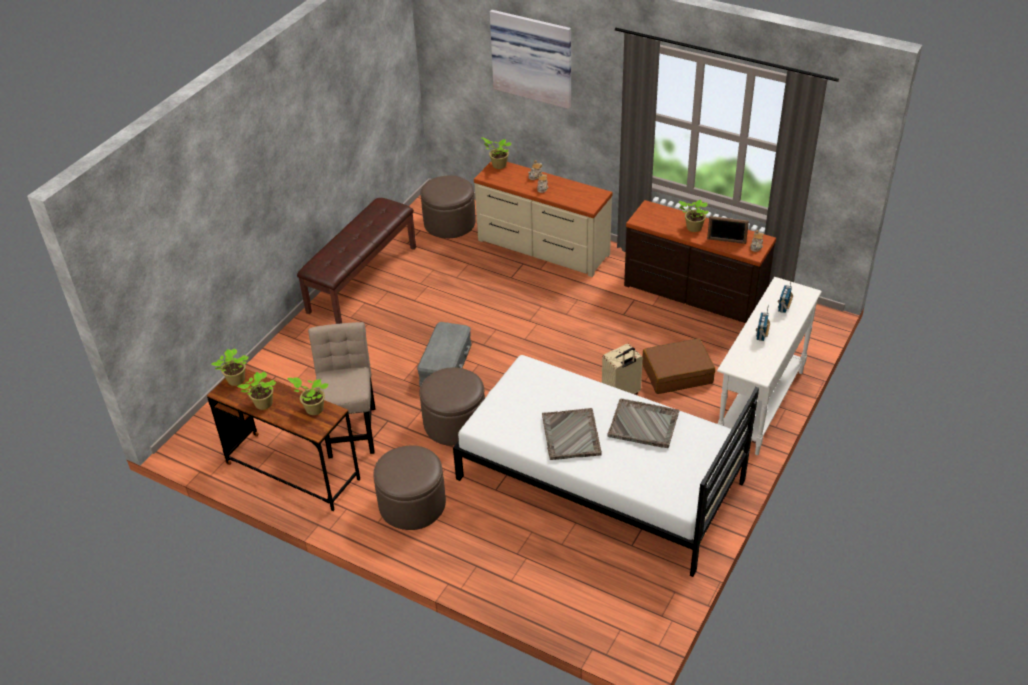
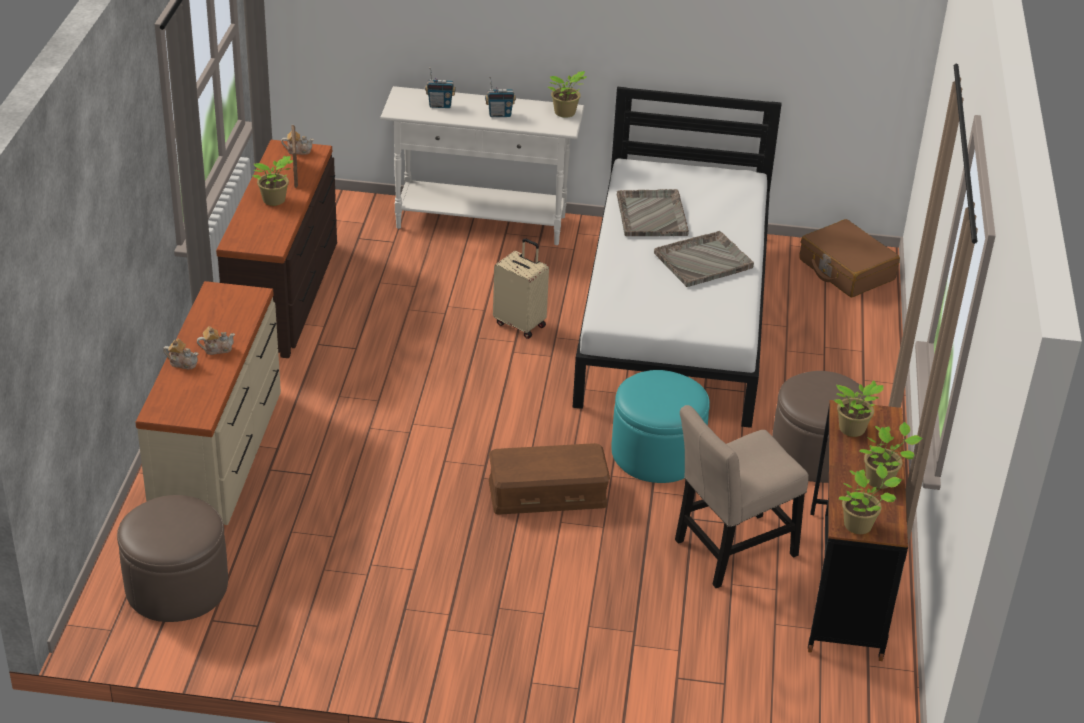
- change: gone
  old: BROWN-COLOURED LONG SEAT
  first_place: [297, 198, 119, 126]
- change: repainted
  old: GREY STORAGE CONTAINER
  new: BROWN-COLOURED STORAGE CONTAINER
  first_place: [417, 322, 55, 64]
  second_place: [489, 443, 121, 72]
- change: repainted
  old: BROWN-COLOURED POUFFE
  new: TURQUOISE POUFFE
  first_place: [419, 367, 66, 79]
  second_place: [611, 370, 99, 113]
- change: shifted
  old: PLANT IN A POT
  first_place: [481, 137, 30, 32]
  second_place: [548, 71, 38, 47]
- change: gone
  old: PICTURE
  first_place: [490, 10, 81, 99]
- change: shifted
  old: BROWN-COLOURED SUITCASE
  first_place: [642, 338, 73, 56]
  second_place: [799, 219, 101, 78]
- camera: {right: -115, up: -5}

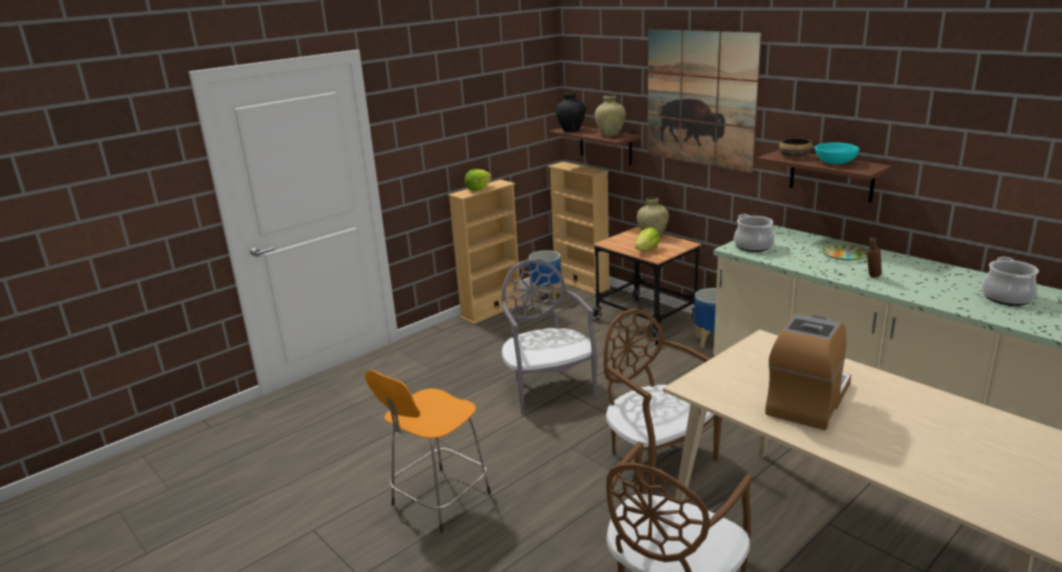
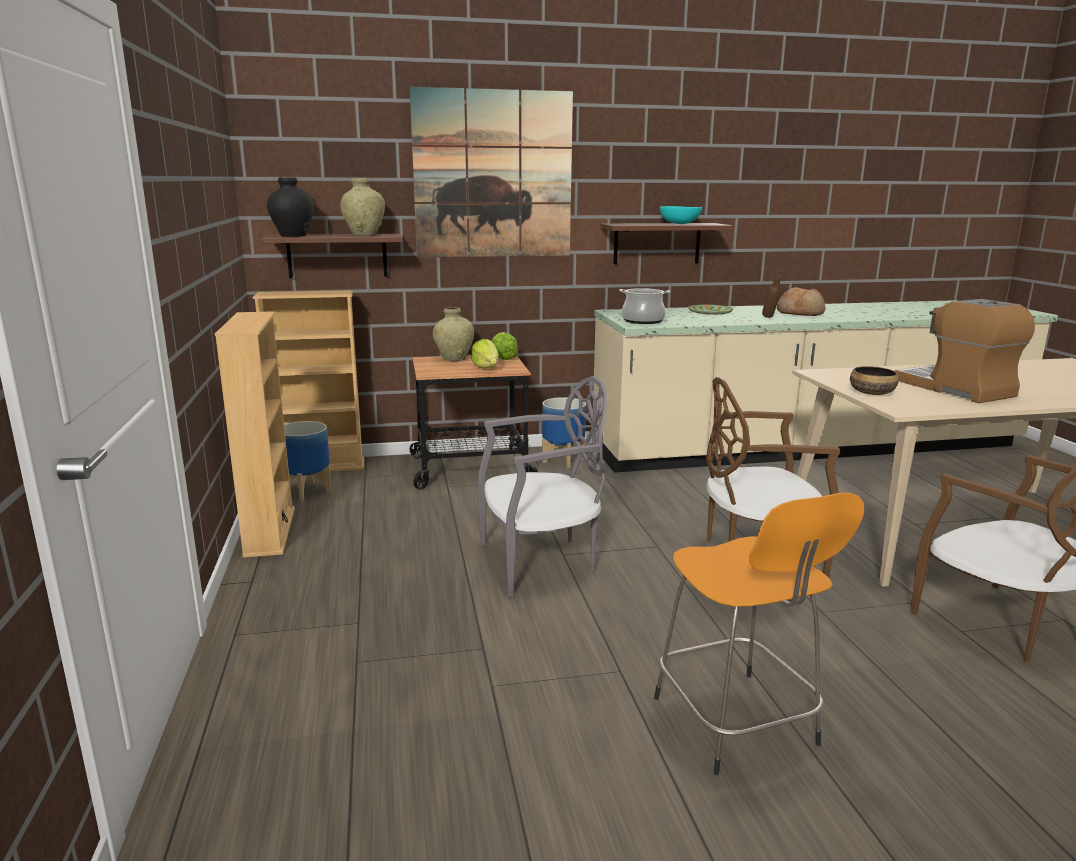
- change: shifted
  old: LETTUCE HEAD
  first_place: [465, 169, 27, 22]
  second_place: [492, 332, 26, 28]
- change: rotated
  old: GREY PLAIN CHAIR
  first_place: [502, 259, 95, 155]
  second_place: [477, 376, 130, 220]
  degrees: 150
- change: shifted
  old: SERVING BOWL
  first_place: [779, 138, 33, 20]
  second_place: [850, 366, 49, 29]
- change: gone
  old: COOKING POT
  first_place: [982, 257, 57, 49]
- change: new
  new: BAKED BREAD
  second_place: [777, 287, 49, 29]
- camera: {right: -60, up: -5}

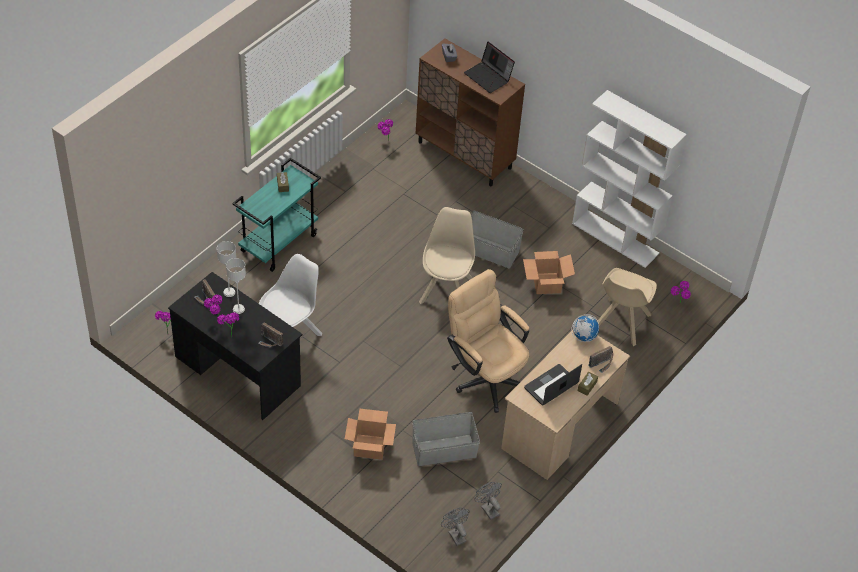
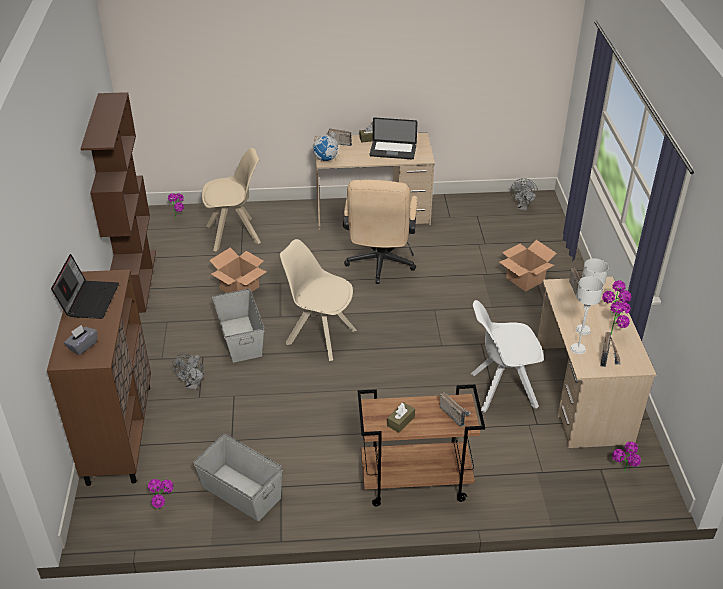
- change: repainted
  old: BLACK DESK UNIT
  new: BEIGE-COLOURED DESK UNIT
  first_place: [168, 272, 134, 148]
  second_place: [537, 277, 120, 171]
- change: repainted
  old: TURQUOISE WHEELED CART
  new: BROWN-COLOURED WHEELED CART
  first_place: [232, 158, 89, 114]
  second_place: [358, 385, 127, 121]
- change: shifted
  old: GREY STORAGE CONTAINER
  first_place: [413, 412, 67, 54]
  second_place: [193, 434, 90, 87]
- change: rotated
  old: BEIGE-COLOURED PLAIN CHAIR
  first_place: [419, 207, 56, 97]
  second_place: [280, 239, 77, 122]
  degrees: 60
- change: shifted
  old: GREY FAN
  first_place: [474, 482, 28, 38]
  second_place: [172, 354, 33, 36]
- change: repainted
  old: WHITE-COLOURED BOOKSHELF
  new: BROWN-COLOURED BOOKSHELF
  first_place: [572, 90, 115, 178]
  second_place: [80, 92, 76, 221]
- change: new
  new: RADIO
  second_place: [440, 392, 31, 35]
- camera: {right: -130, up: -10}

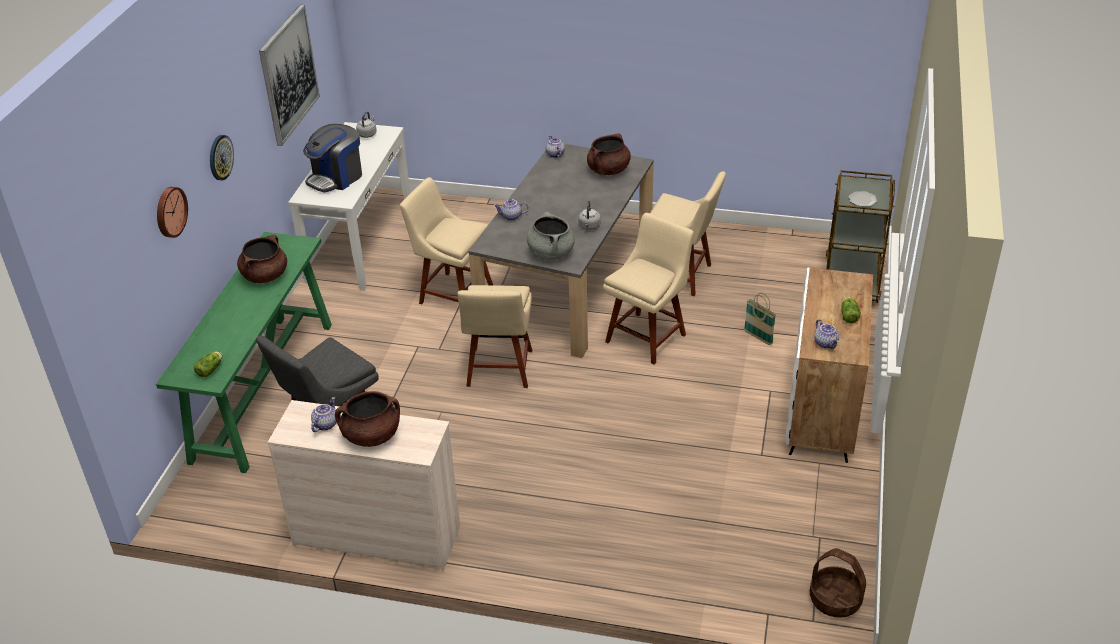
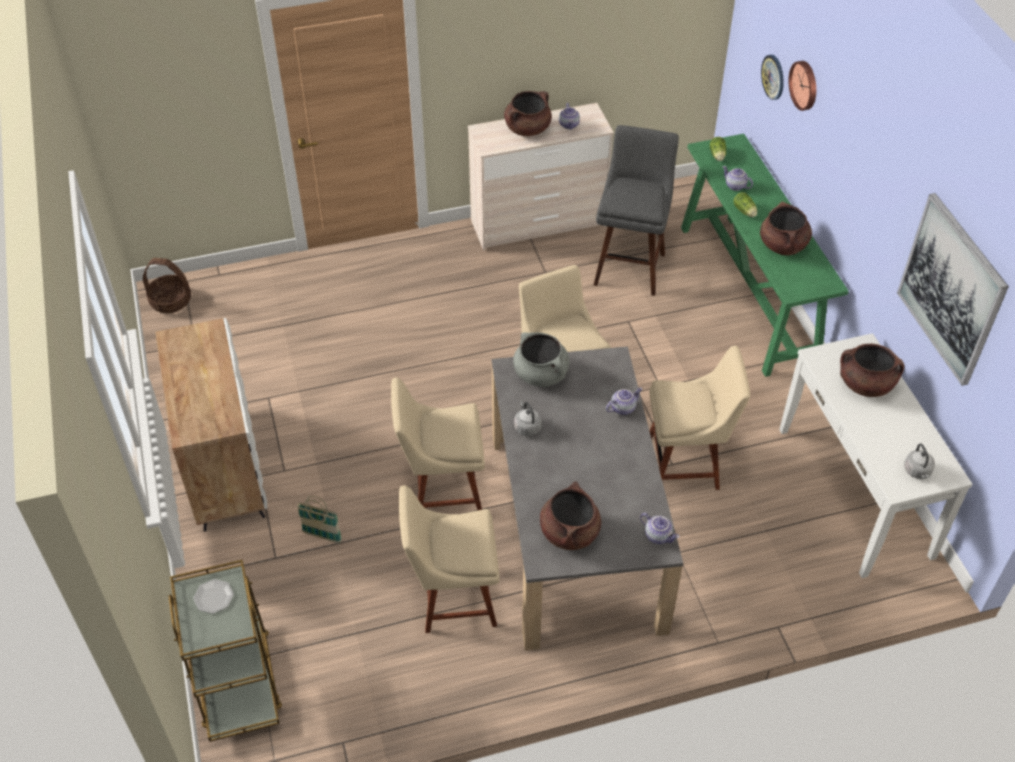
- change: shifted
  old: WALL CLOCK
  first_place: [210, 135, 24, 46]
  second_place: [761, 55, 23, 45]
- change: swapped
  old: COFFEE MAKER
  new: BROWN-COLOURED COOKING POT
  first_place: [303, 124, 59, 69]
  second_place: [840, 344, 64, 53]
- change: rotated
  old: BEIGE-COLOURED PLAIN CHAIR
  first_place: [603, 213, 91, 152]
  second_place: [391, 378, 94, 132]
  degrees: 75
- change: shifted
  old: POT FOR TEA
  first_place: [814, 319, 25, 30]
  second_place: [722, 166, 31, 25]
- change: shifted
  old: LETTUCE HEAD
  first_place: [841, 297, 20, 27]
  second_place: [734, 192, 23, 25]
- camera: {right: 150, up: 10}

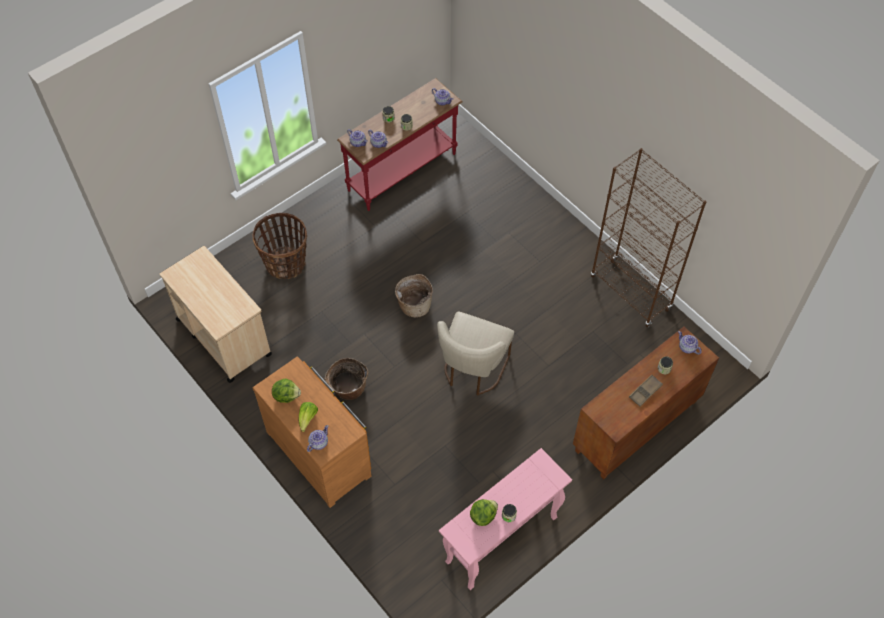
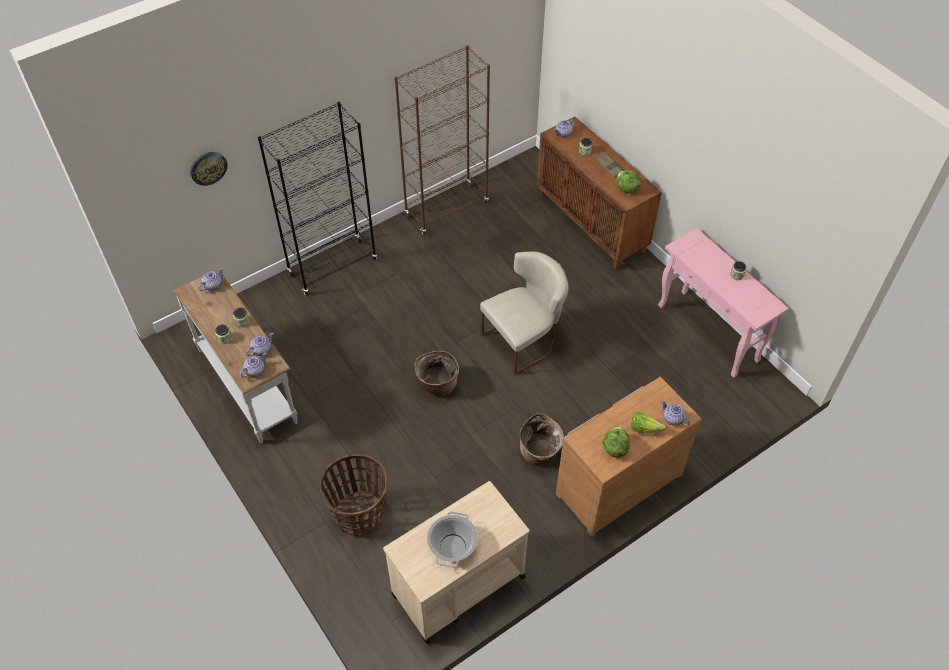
- change: repainted
  old: RED-COLOURED HALL TABLE
  new: WHITE-COLOURED HALL TABLE
  first_place: [337, 78, 126, 133]
  second_place: [173, 269, 125, 174]
- change: rotated
  old: BEIGE-COLOURED PLAIN CHAIR
  first_place: [437, 311, 77, 85]
  second_place: [480, 252, 89, 123]
  degrees: -60
- change: shifted
  old: LETTUCE HEAD
  first_place: [470, 499, 28, 27]
  second_place: [617, 170, 24, 23]
- change: new
  new: WALL CLOCK
  second_place: [190, 152, 38, 34]
- change: new
  new: BLACK BOOKSHELF
  second_place: [258, 102, 119, 193]
- change: new
  new: COOKING POT
  second_place: [427, 512, 51, 56]
- camera: {right: -85, up: -5}

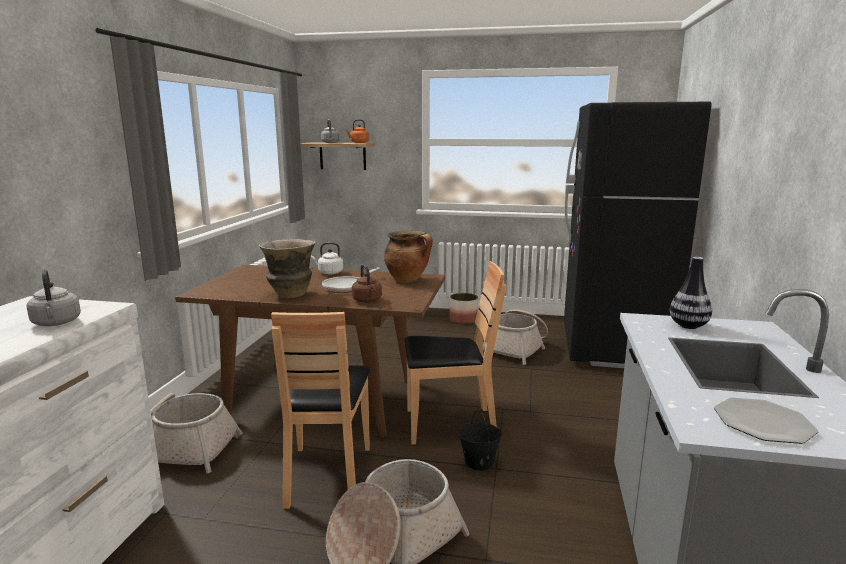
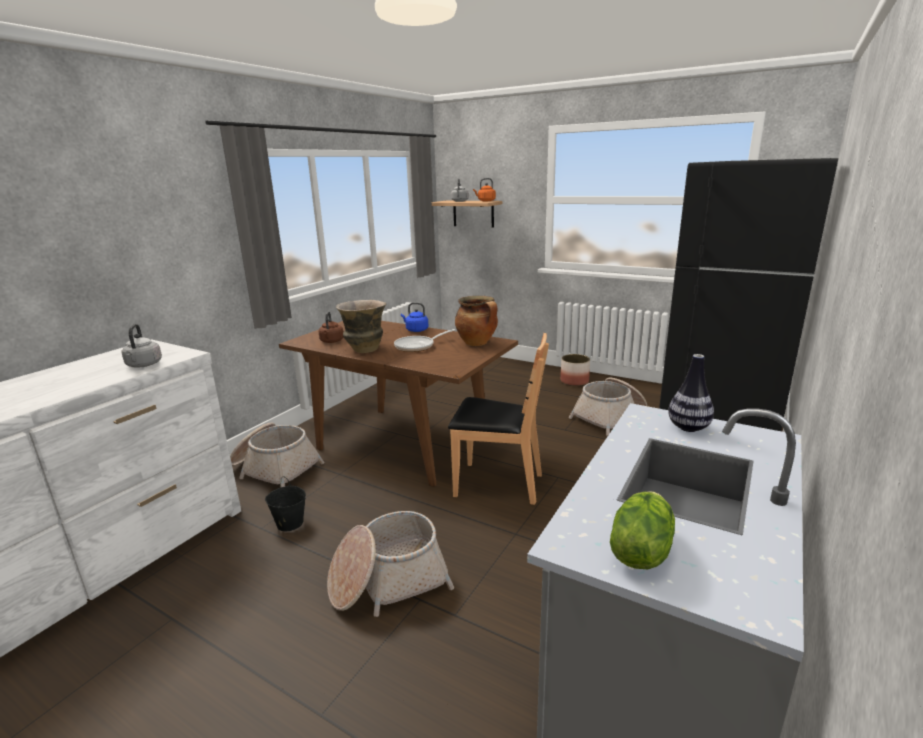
- change: gone
  old: BROWN-COLOURED PLAIN CHAIR
  first_place: [271, 312, 99, 197]
- change: repainted
  old: WHITE-COLOURED KETTLE
  new: BLUE-COLOURED KETTLE
  first_place: [311, 242, 32, 32]
  second_place: [401, 302, 27, 30]
- change: shifted
  old: BROWN-COLOURED KETTLE
  first_place: [352, 264, 30, 39]
  second_place: [319, 311, 24, 32]
- change: shifted
  old: BLACK WATER BUCKET
  first_place: [459, 410, 43, 61]
  second_place: [265, 476, 41, 55]
- change: swapped
  old: PLATE
  new: LETTUCE HEAD
  first_place: [714, 398, 104, 46]
  second_place: [610, 491, 65, 78]
- camera: {right: 20, up: 5}

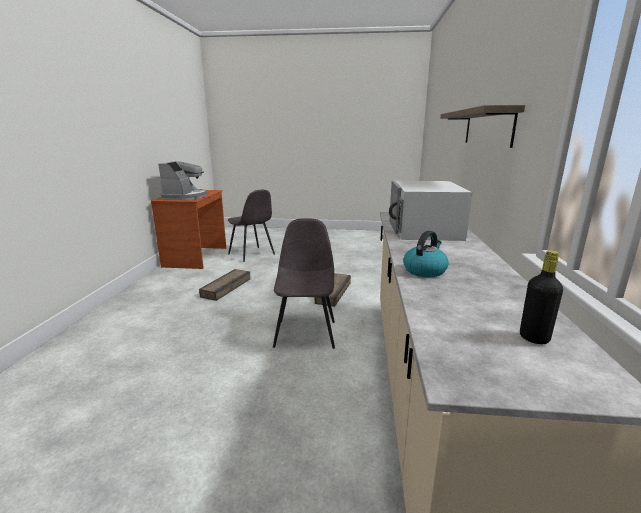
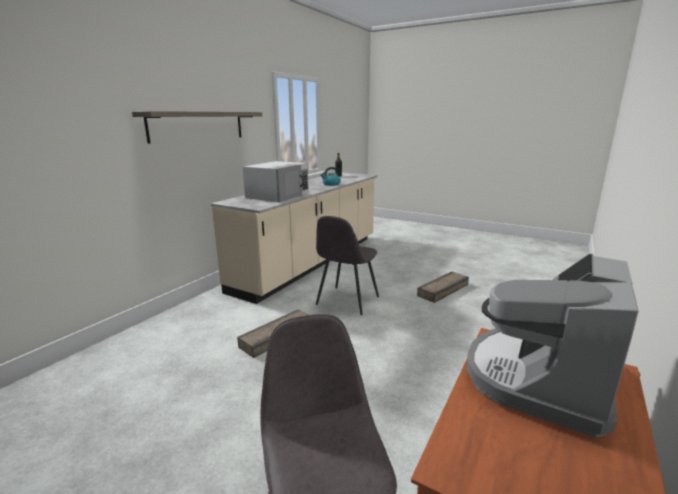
- change: shifted
  old: CRATE
  first_place: [199, 269, 52, 32]
  second_place: [417, 272, 52, 31]
- camera: {right: -155, up: 0}

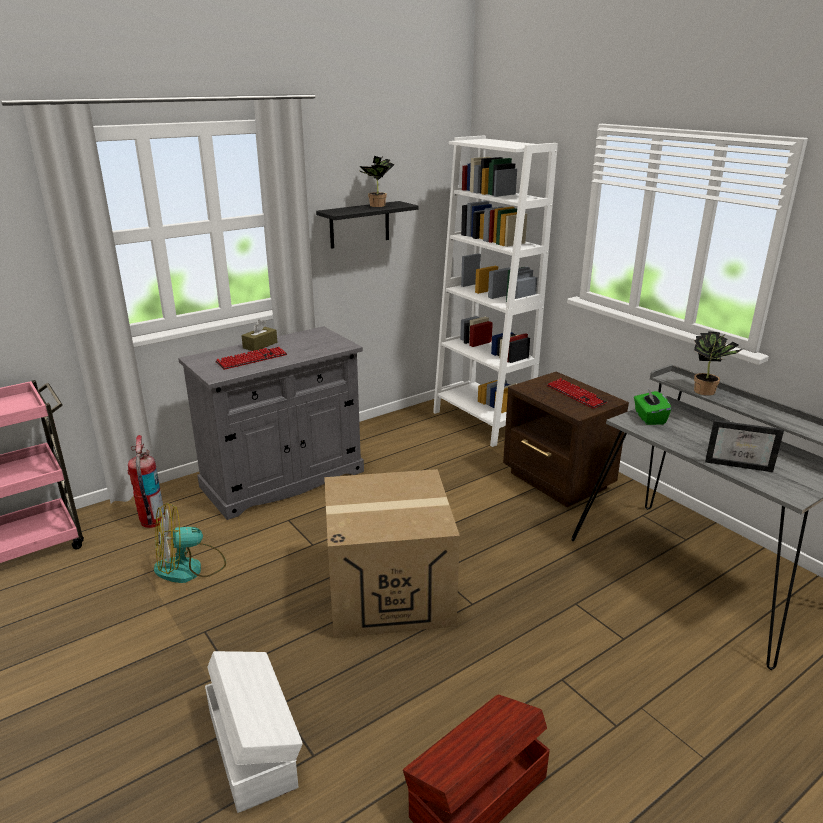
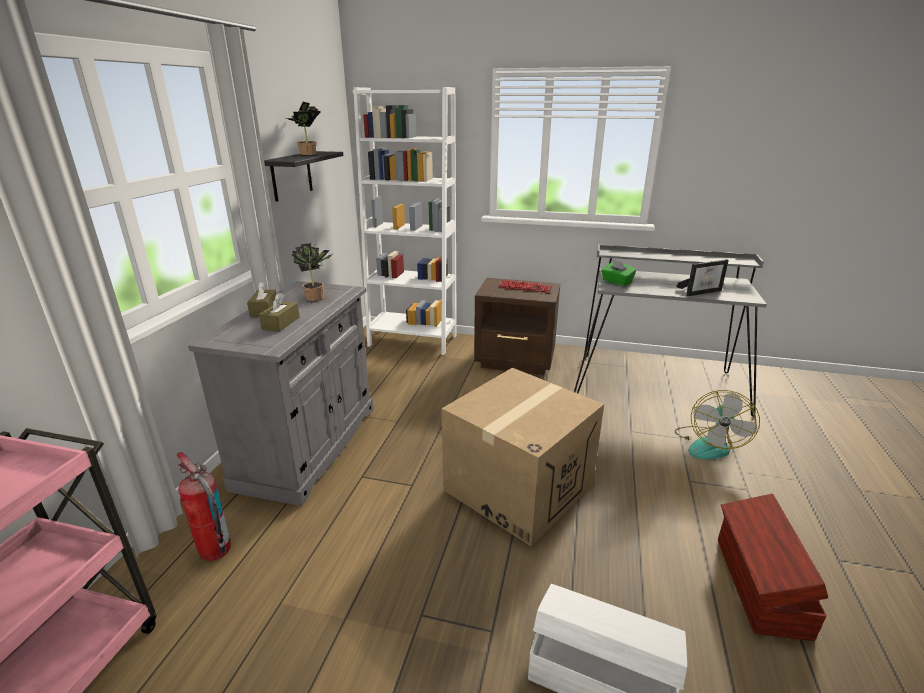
- change: shifted
  old: FAN
  first_place: [154, 503, 72, 80]
  second_place: [675, 390, 85, 69]
- change: swapped
  old: COMPUTER KEYBOARD
  new: BROWN-COLOURED TISSUE BOX
  first_place: [215, 347, 72, 23]
  second_place: [259, 293, 40, 39]
- change: shifted
  old: PLANT IN A POT
  first_place: [694, 331, 51, 65]
  second_place: [292, 243, 40, 58]
- camera: {right: -40, up: 0}

